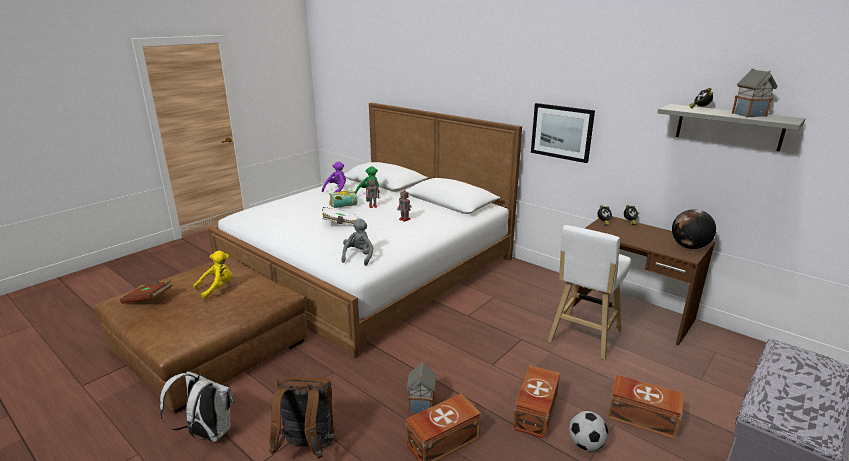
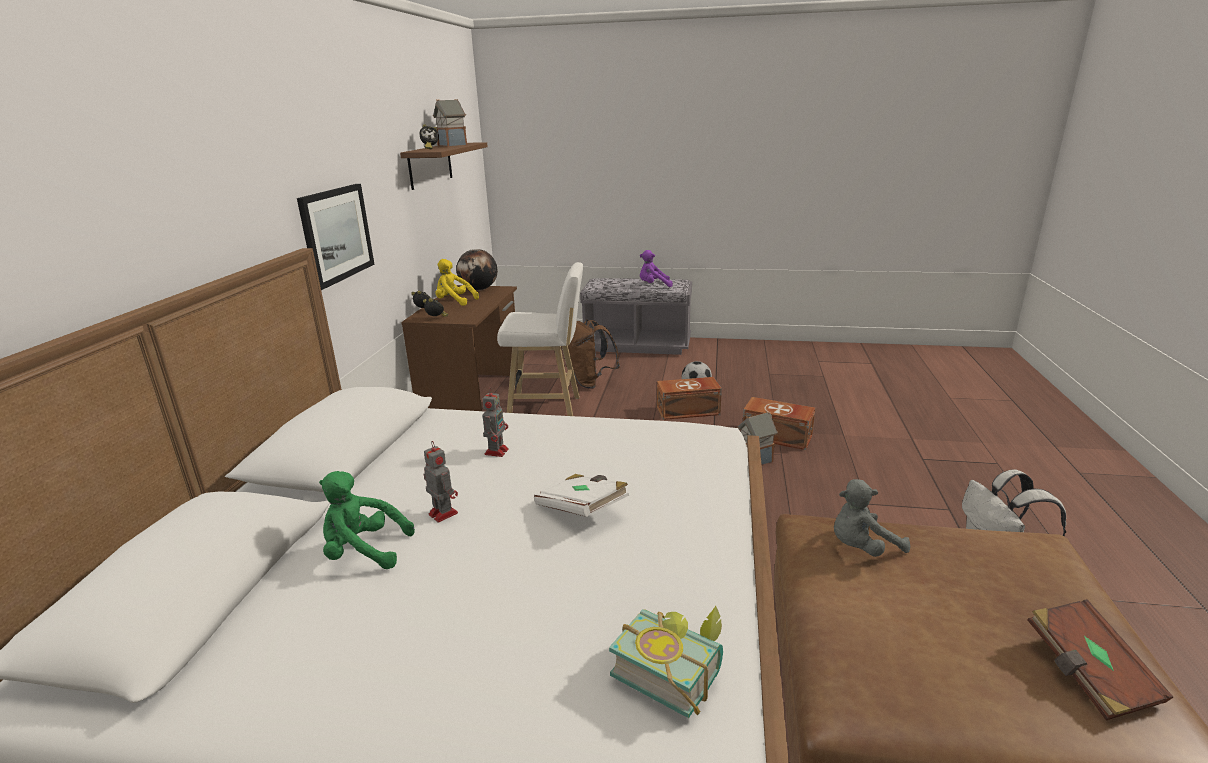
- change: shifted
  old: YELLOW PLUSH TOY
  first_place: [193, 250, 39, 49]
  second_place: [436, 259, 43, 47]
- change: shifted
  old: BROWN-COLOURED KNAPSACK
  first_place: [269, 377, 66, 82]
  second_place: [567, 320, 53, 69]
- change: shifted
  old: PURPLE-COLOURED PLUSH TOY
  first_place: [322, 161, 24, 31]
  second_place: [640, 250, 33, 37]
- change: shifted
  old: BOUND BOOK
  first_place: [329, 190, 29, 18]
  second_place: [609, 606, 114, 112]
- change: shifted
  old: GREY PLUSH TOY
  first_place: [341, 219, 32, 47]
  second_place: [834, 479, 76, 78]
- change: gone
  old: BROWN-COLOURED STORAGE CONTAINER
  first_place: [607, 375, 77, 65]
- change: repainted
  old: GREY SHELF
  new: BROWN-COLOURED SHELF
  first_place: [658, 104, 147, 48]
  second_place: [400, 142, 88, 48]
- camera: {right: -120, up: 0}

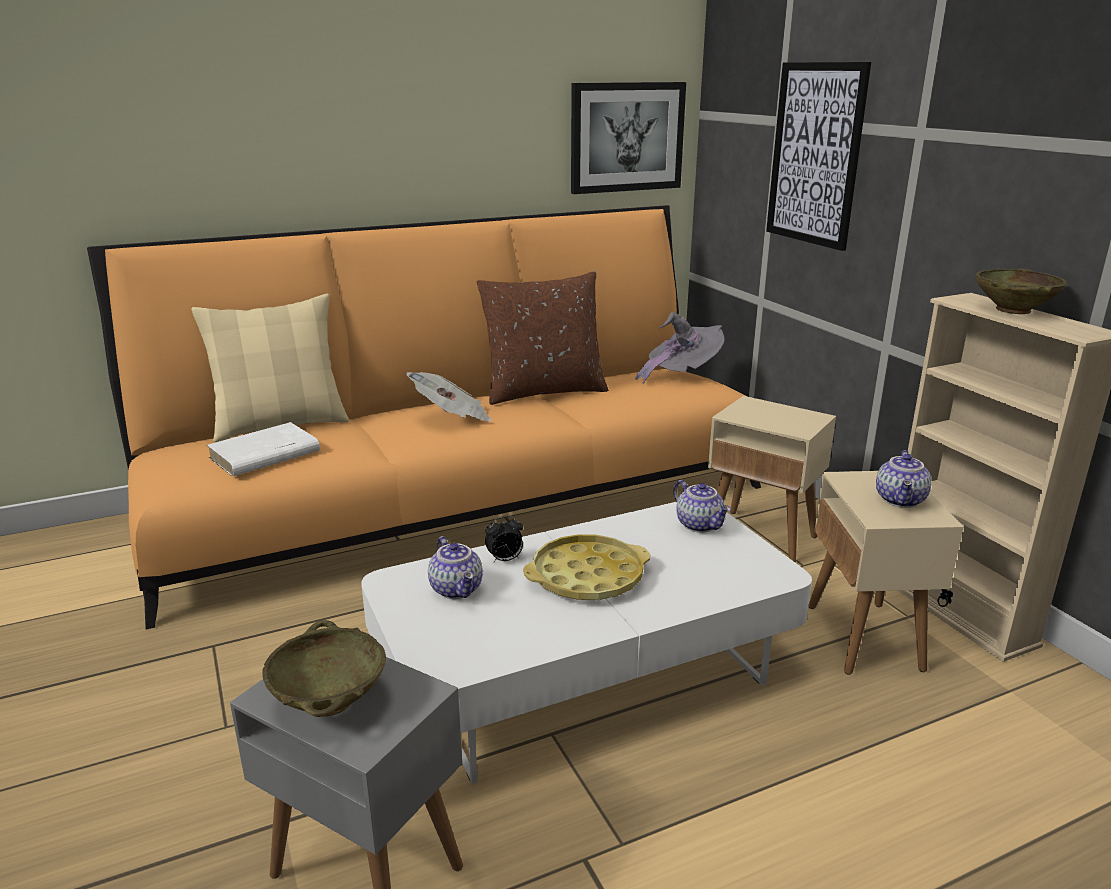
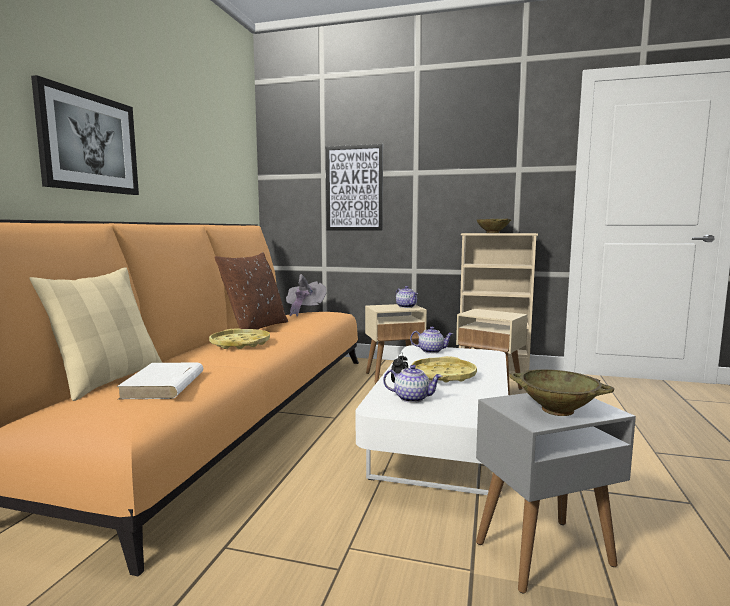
- change: swapped
  old: DAILY PAPER
  new: YELLOW TRAY
  first_place: [406, 372, 86, 50]
  second_place: [209, 328, 61, 21]
- change: shifted
  old: PICTURE
  first_place: [571, 82, 115, 112]
  second_place: [31, 75, 108, 120]
- change: shifted
  old: POT FOR TEA
  first_place: [876, 450, 56, 58]
  second_place: [396, 286, 22, 22]
- camera: {right: -50, up: -15}

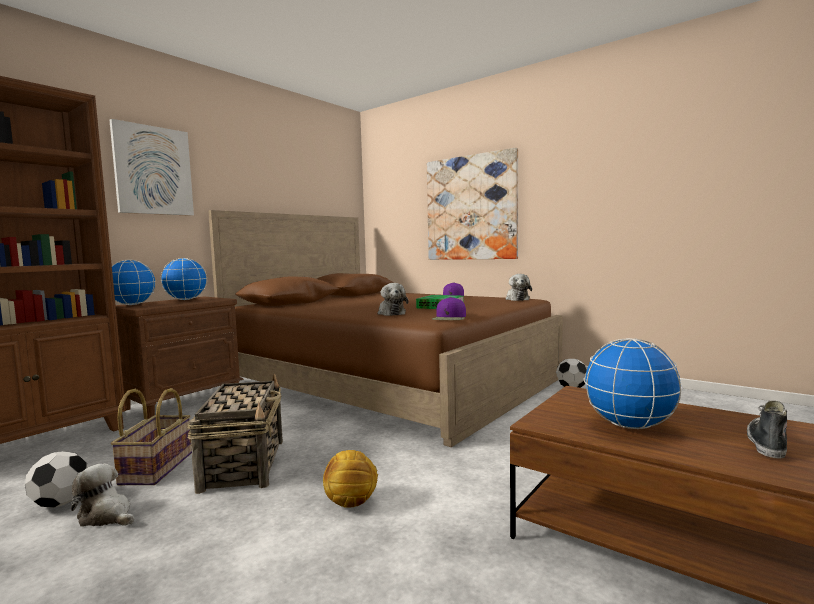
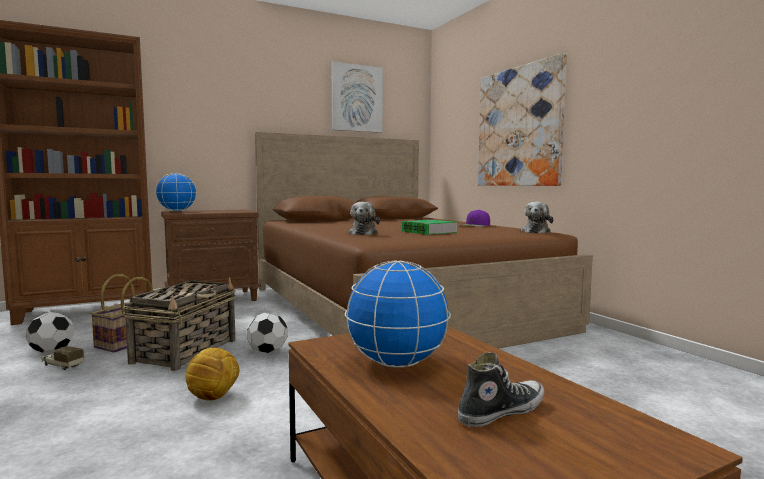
- change: swapped
  old: PLUSH TOY
  new: MODEL TRUCK
  first_place: [71, 464, 63, 63]
  second_place: [41, 346, 43, 24]
- change: shifted
  old: PICTURE
  first_place: [110, 119, 84, 97]
  second_place: [332, 62, 51, 71]
- change: gone
  old: WORLD GLOBE
  first_place: [161, 258, 46, 42]
- change: gone
  old: PURPLE-COLOURED PEAKED CAP
  first_place: [432, 297, 34, 23]
- change: shifted
  old: BALL FOR FOOTBALL
  first_place: [556, 359, 31, 29]
  second_place: [247, 313, 41, 40]
- camera: {right: 25, up: 0}

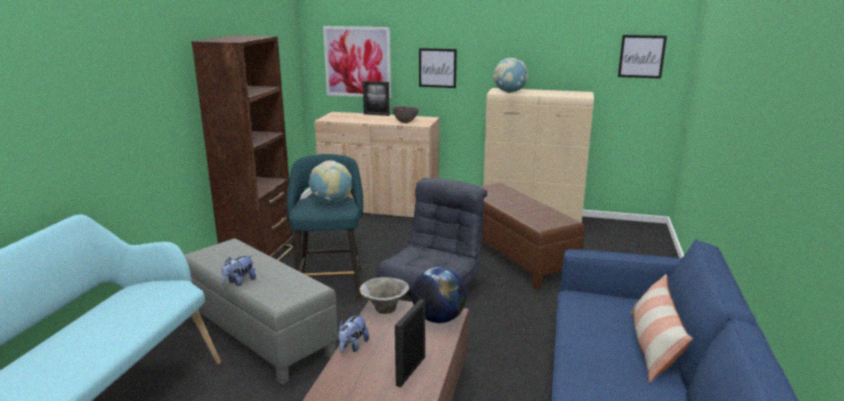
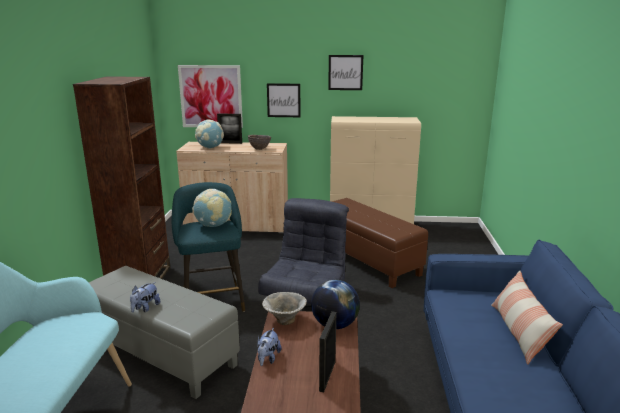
- change: shifted
  old: WORLD GLOBE
  first_place: [493, 58, 35, 35]
  second_place: [195, 120, 29, 29]
- change: shifted
  old: PICTURE
  first_place: [618, 35, 49, 44]
  second_place: [328, 55, 35, 35]
- camera: {right: -10, up: 0}

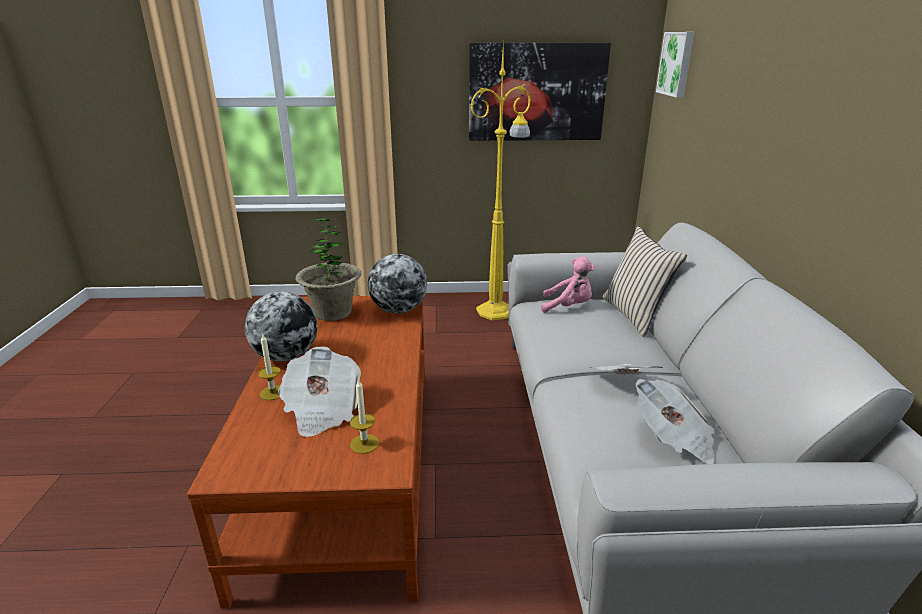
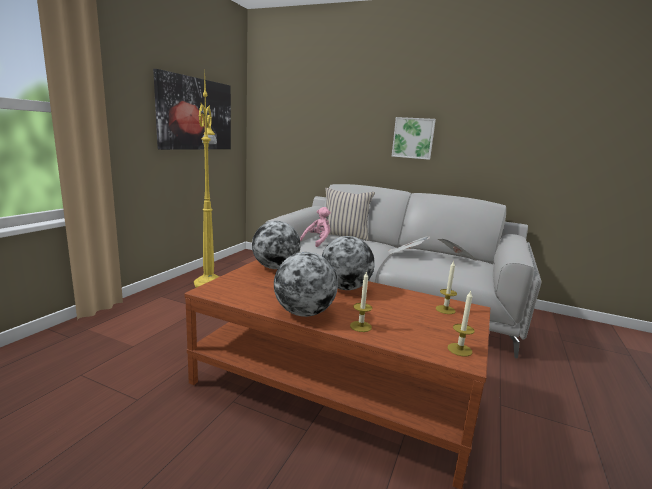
- change: gone
  old: DAILY PAPER
  first_place: [278, 346, 83, 91]
- change: gone
  old: PLANT IN A POT
  first_place: [295, 218, 67, 103]
- change: shifted
  old: PICTURE
  first_place: [656, 32, 38, 66]
  second_place: [392, 117, 44, 43]
- change: new
  new: WORLD GLOBE
  second_place: [322, 236, 53, 54]
- change: new
  new: WAX LIGHT
  second_place: [448, 291, 27, 66]
- camera: {right: -65, up: -10}

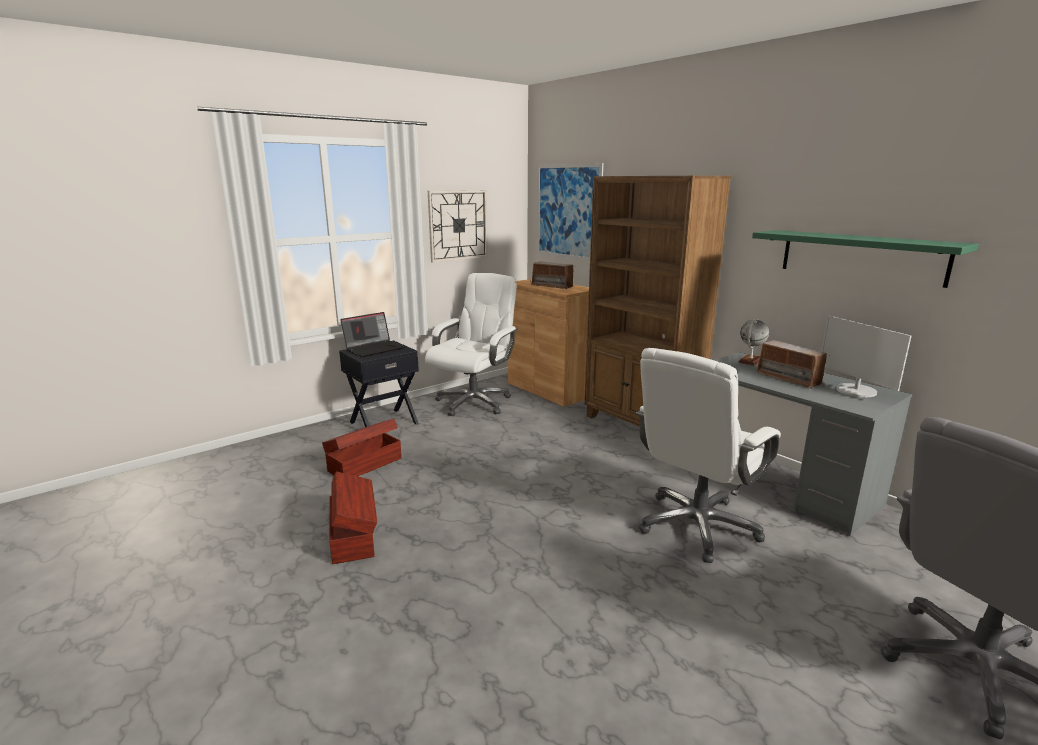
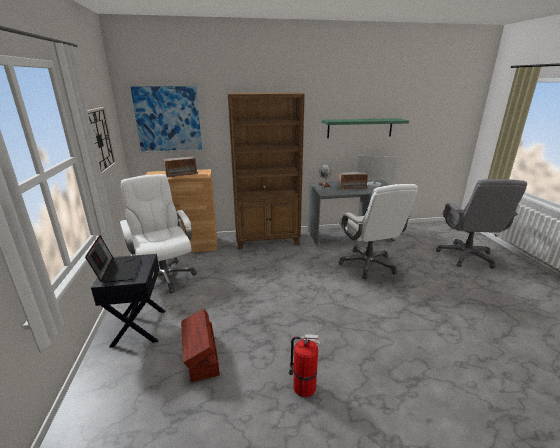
- change: swapped
  old: BROWN-COLOURED STORAGE CONTAINER
  new: EXTINGUISHER
  first_place: [329, 472, 48, 92]
  second_place: [289, 334, 31, 63]
- camera: {right: -60, up: 5}

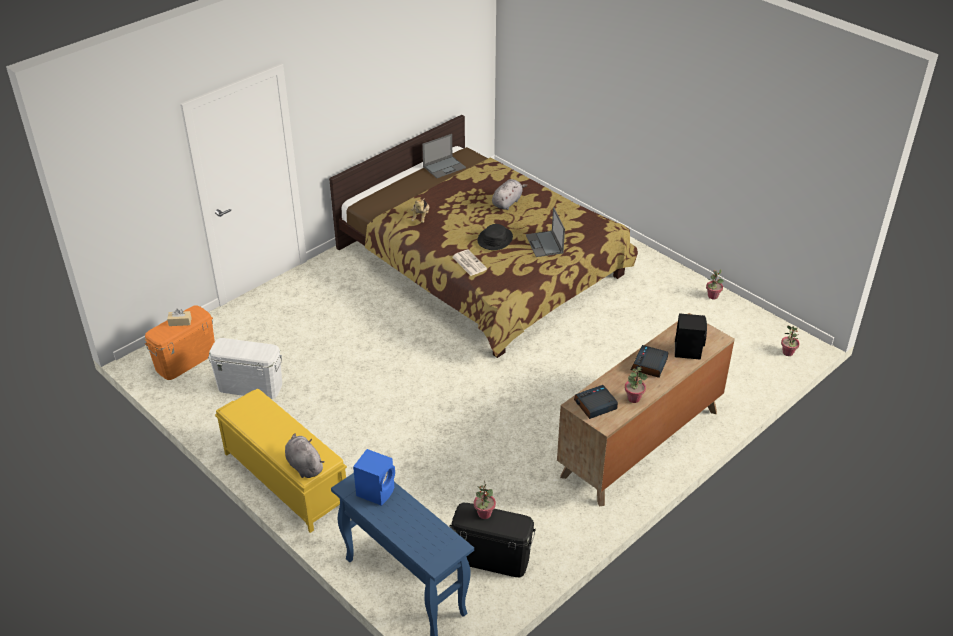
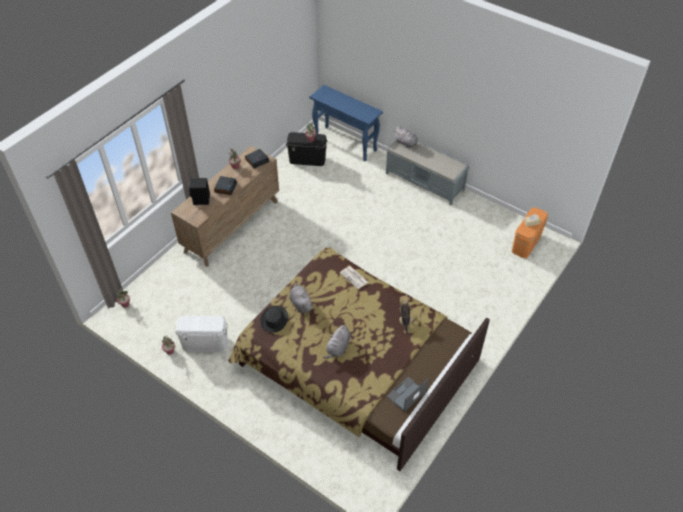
- change: shifted
  old: WHITE-COLOURED STORAGE CONTAINER
  first_place: [208, 338, 74, 61]
  second_place: [175, 316, 53, 36]
- change: repainted
  old: YELLOW LONG SEAT
  new: GREY LONG SEAT
  first_place: [215, 389, 132, 144]
  second_place: [386, 140, 84, 65]
- change: gone
  old: BLUE-COLOURED SPEAKER
  first_place: [353, 449, 42, 57]
- change: shifted
  old: BLACK WEARABLE HAT
  first_place: [477, 224, 36, 26]
  second_place: [260, 306, 28, 27]
- change: swapped
  old: LAPTOP
  new: GREY PLUSH TOY
  first_place: [526, 207, 39, 50]
  second_place: [290, 283, 23, 30]
- camera: {right: 170, up: 10}

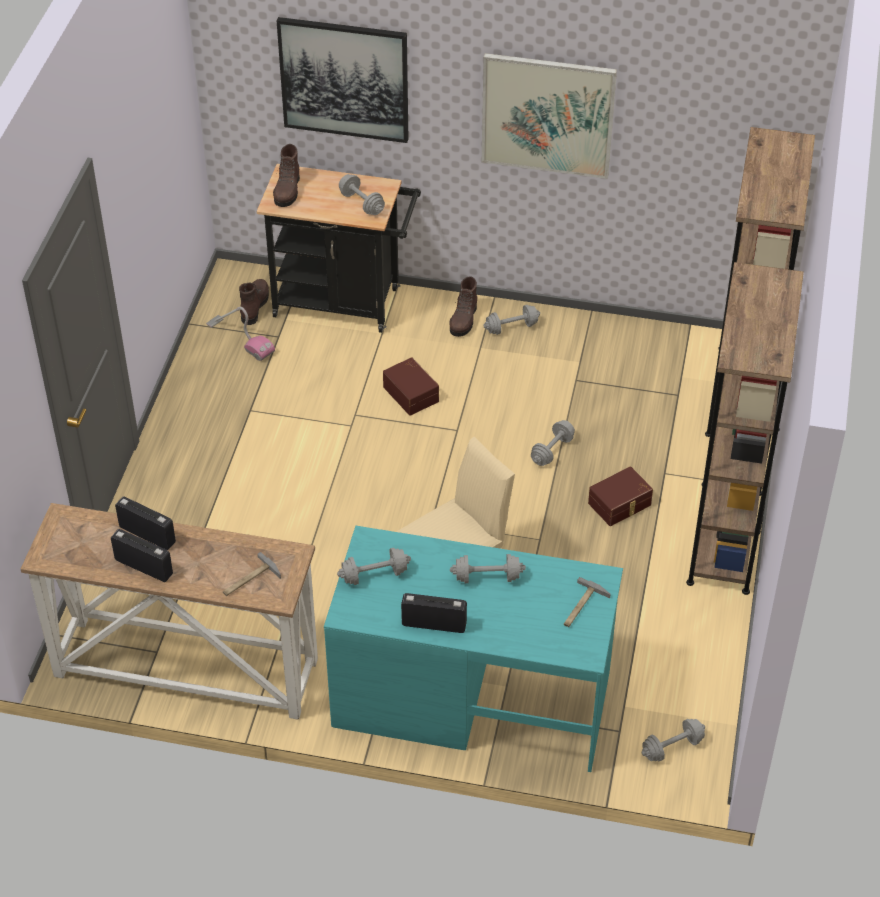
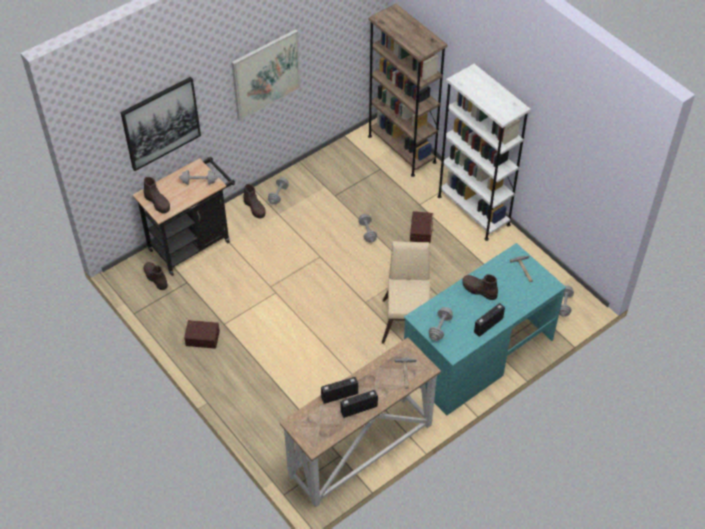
- change: gone
  old: VACUUM
  first_place: [206, 307, 69, 54]
- change: shifted
  old: BROWN-COLOURED STORAGE CONTAINER
  first_place: [383, 357, 56, 59]
  second_place: [184, 320, 36, 29]
- change: swapped
  old: GREY FREE WEIGHT
  new: BROWN-COLOURED HIGH-TOP BOOT
  first_place: [450, 554, 76, 29]
  second_place: [462, 274, 36, 26]
- change: repainted
  old: BROWN-COLOURED BOOKSHELF
  new: WHITE-COLOURED BOOKSHELF
  first_place: [686, 262, 118, 333]
  second_place: [438, 64, 93, 177]
- camera: {right: -50, up: 5}

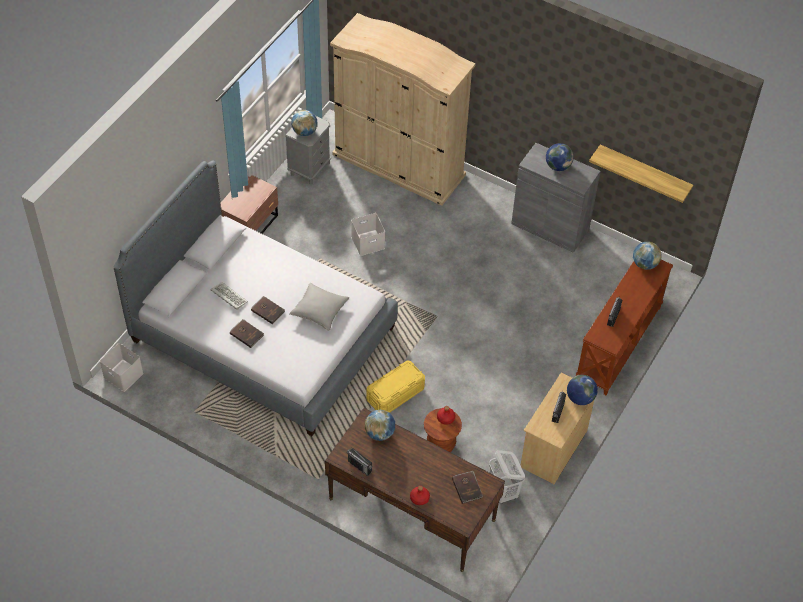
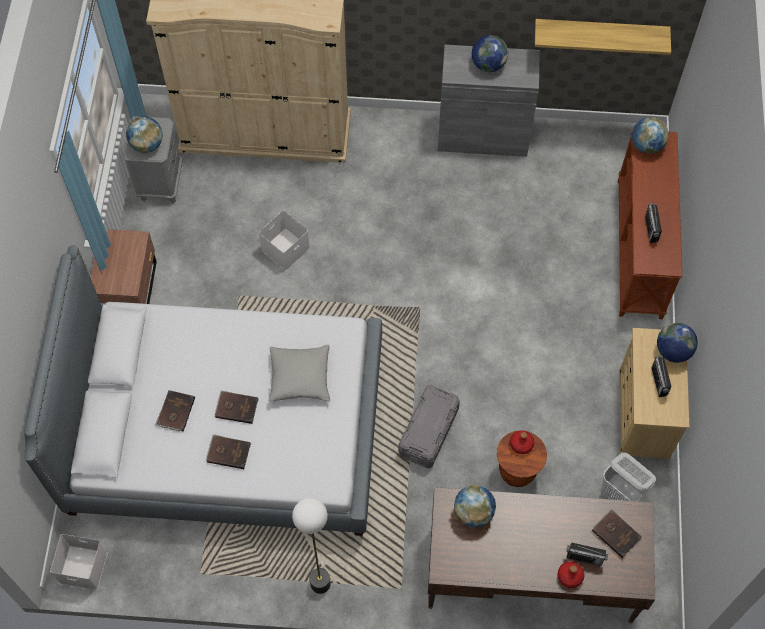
- change: swapped
  old: COMPUTER KEYBOARD
  new: BROWN-COLOURED BOUND BOOK
  first_place: [211, 282, 37, 28]
  second_place: [155, 390, 40, 42]
- change: shifted
  old: RADIO
  first_place: [347, 448, 25, 28]
  second_place: [566, 543, 42, 23]
- change: repainted
  old: YELLOW STORAGE CONTAINER
  new: GREY STORAGE CONTAINER
  first_place: [366, 361, 59, 52]
  second_place: [398, 385, 62, 83]
- change: new
  new: STANDARD LAMP
  second_place: [292, 498, 39, 96]
- camera: {right: -25, up: 10}

